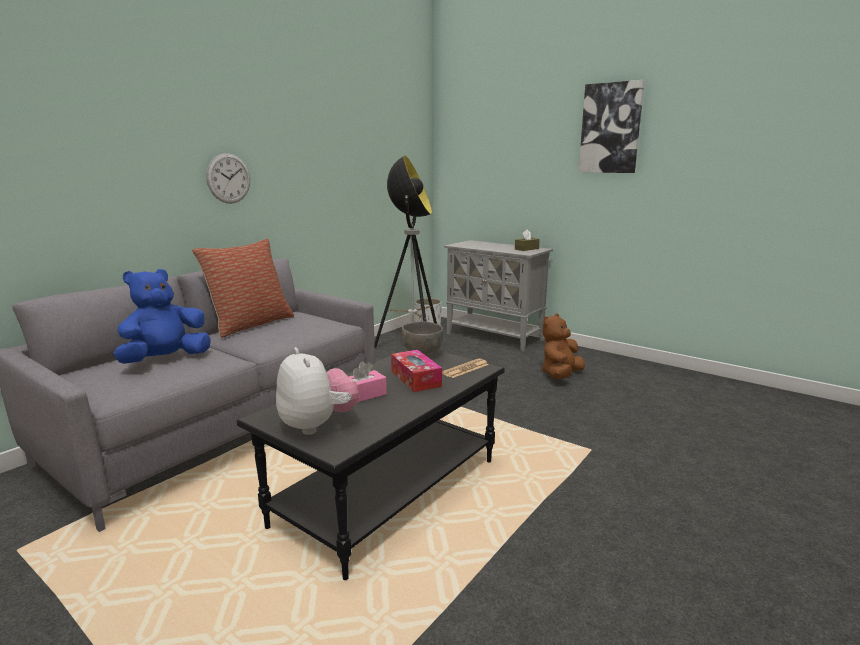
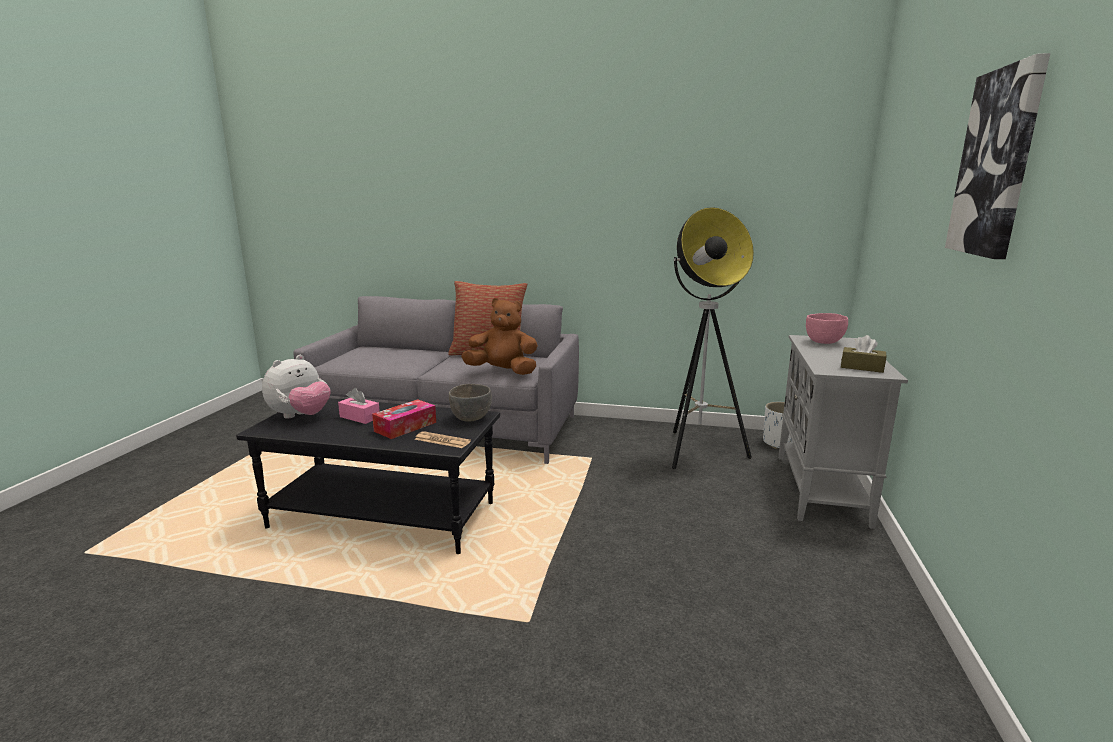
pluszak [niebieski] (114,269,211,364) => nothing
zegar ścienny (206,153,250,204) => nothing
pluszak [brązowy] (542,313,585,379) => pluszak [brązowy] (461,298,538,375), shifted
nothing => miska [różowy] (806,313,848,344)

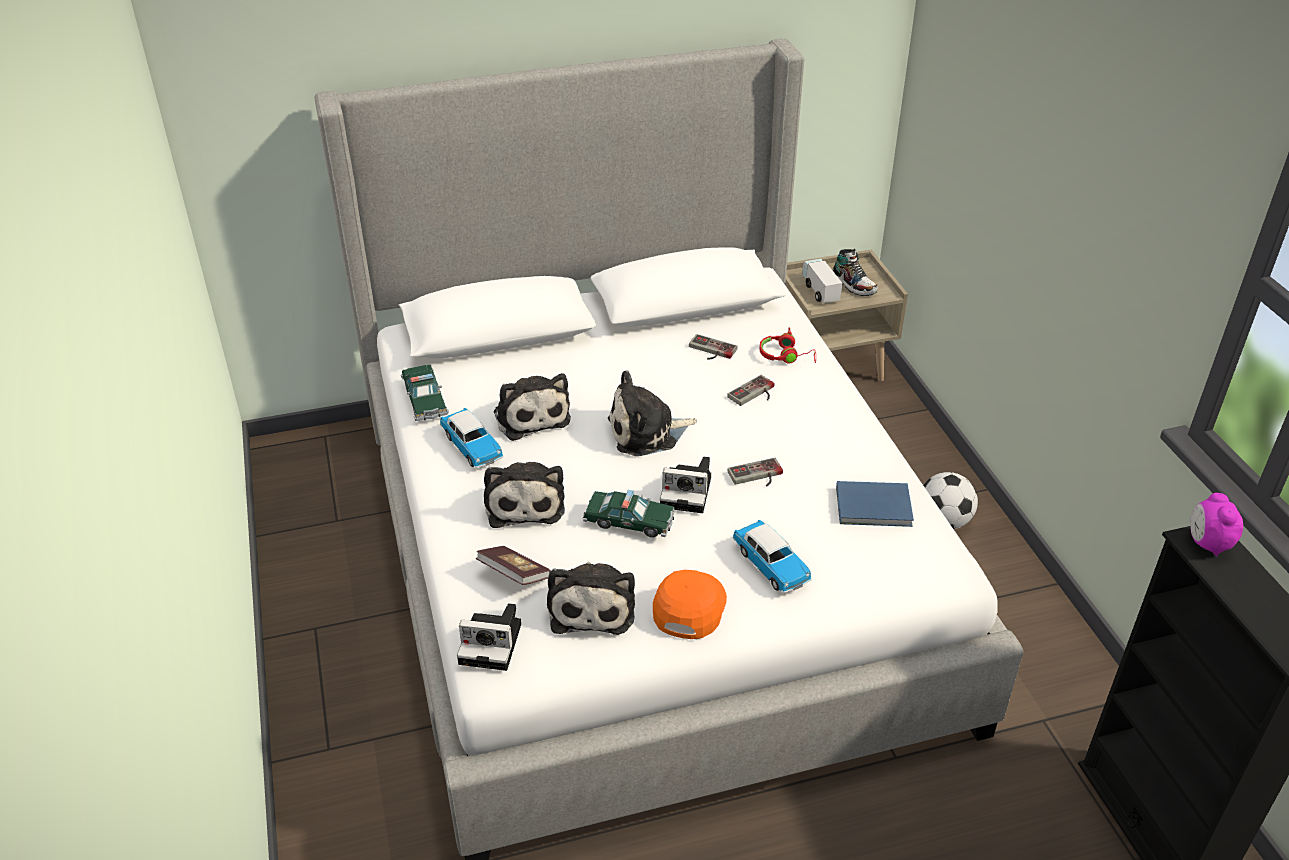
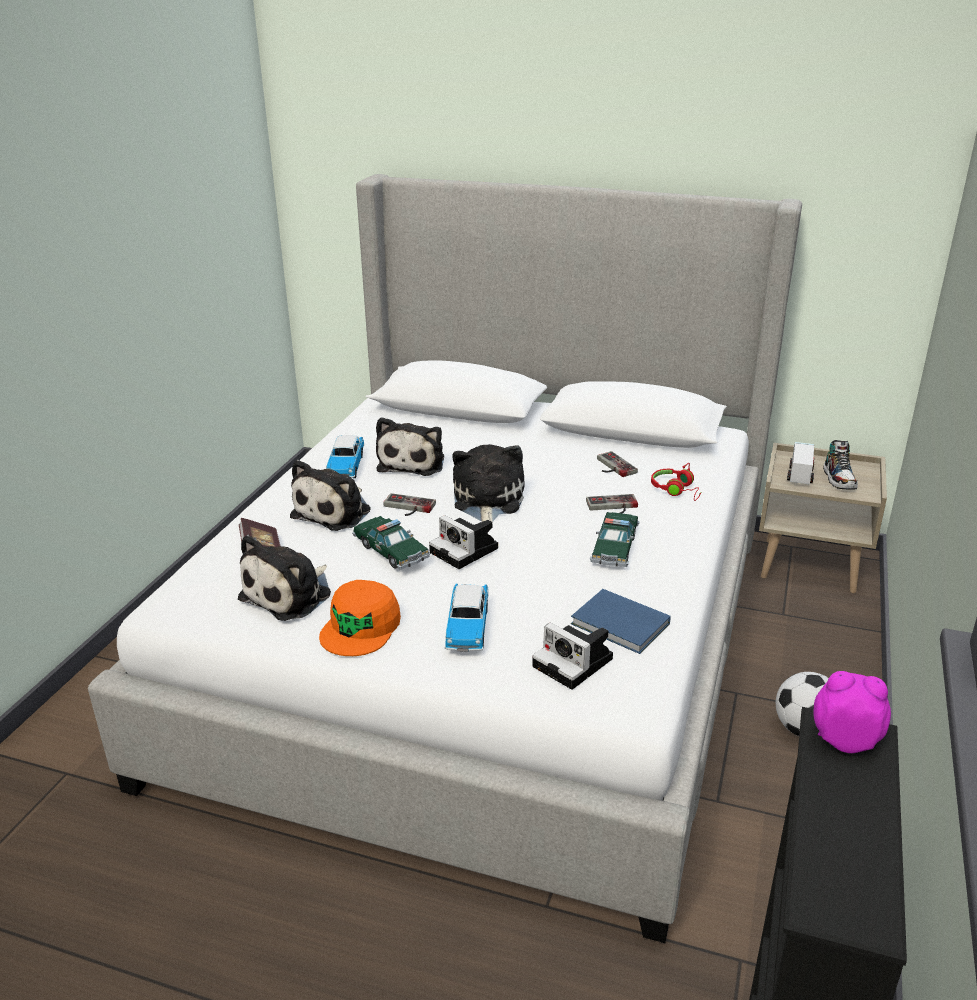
samochodzik (401,365,449,421) => samochodzik (590,512,639,567), shifted
aparat fotograficzny (457,603,521,671) => aparat fotograficzny (532,623,613,690), shifted
pluszak (608,370,697,456) => pluszak (452,444,525,522), 75 degrees clockwise
czapka z daszkiem [pomarańczowy] (653,570,727,639) => czapka z daszkiem [pomarańczowy] (319,580,401,656), 150 degrees clockwise
pad do gier (728,458,783,487) => pad do gier (383,493,436,516), shifted
budzik (1190,493,1243,556) => budzik (813,671,891,753), 75 degrees clockwise

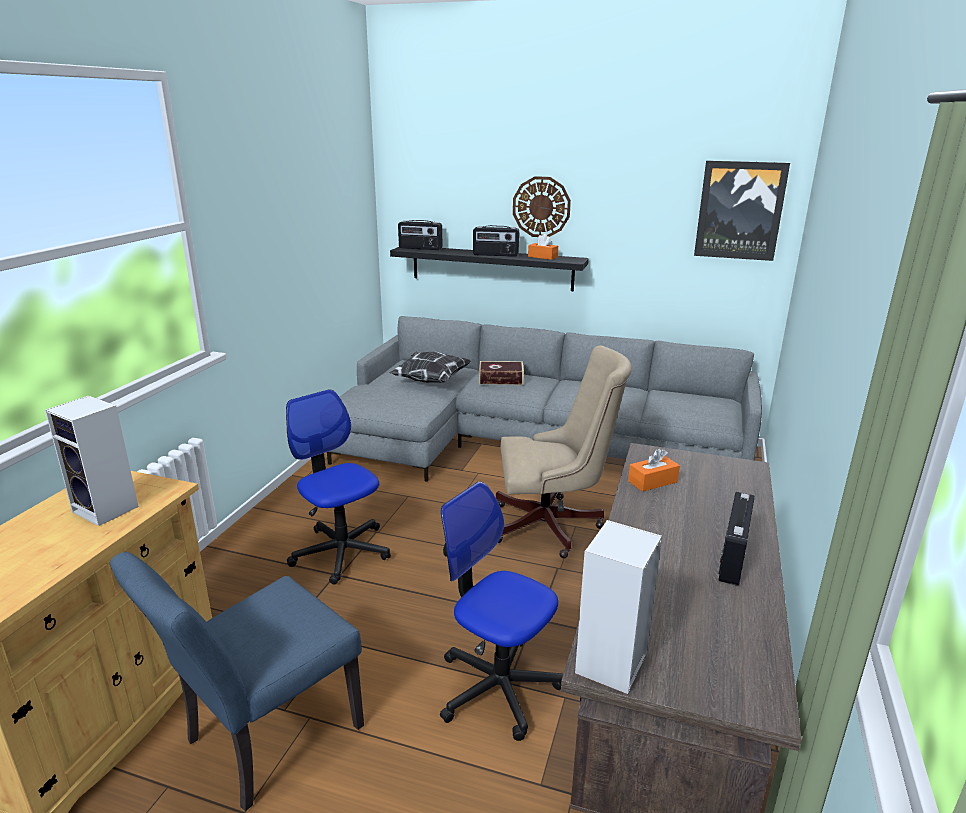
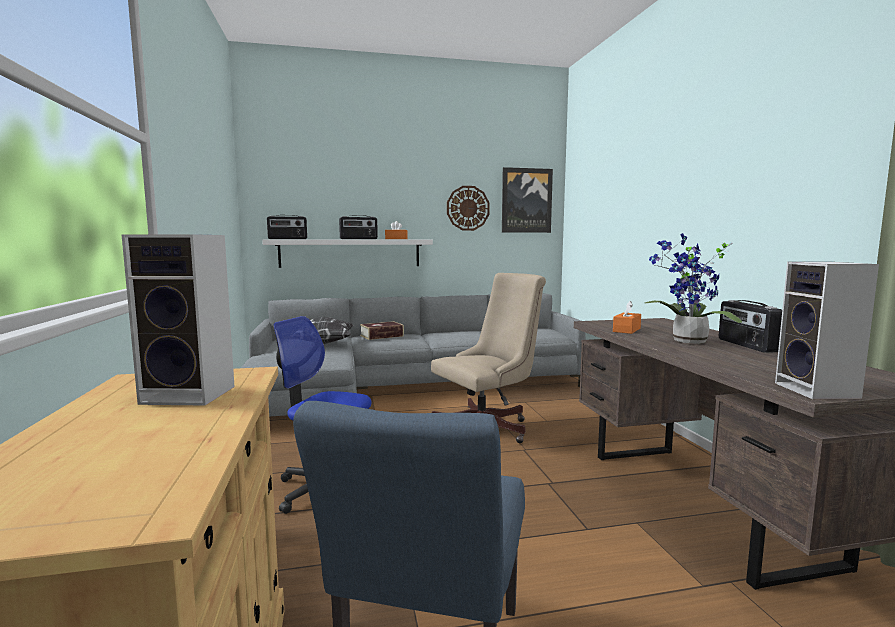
półka [czarny] (390,247,589,291) => półka [biały] (262,239,433,268)
krzesło biurowe (440,481,563,741) => nothing
zegar ścienny (513,176,571,237) => zegar ścienny (447,186,490,231), shifted
nothing => roślina doniczkowa (644,233,742,344)

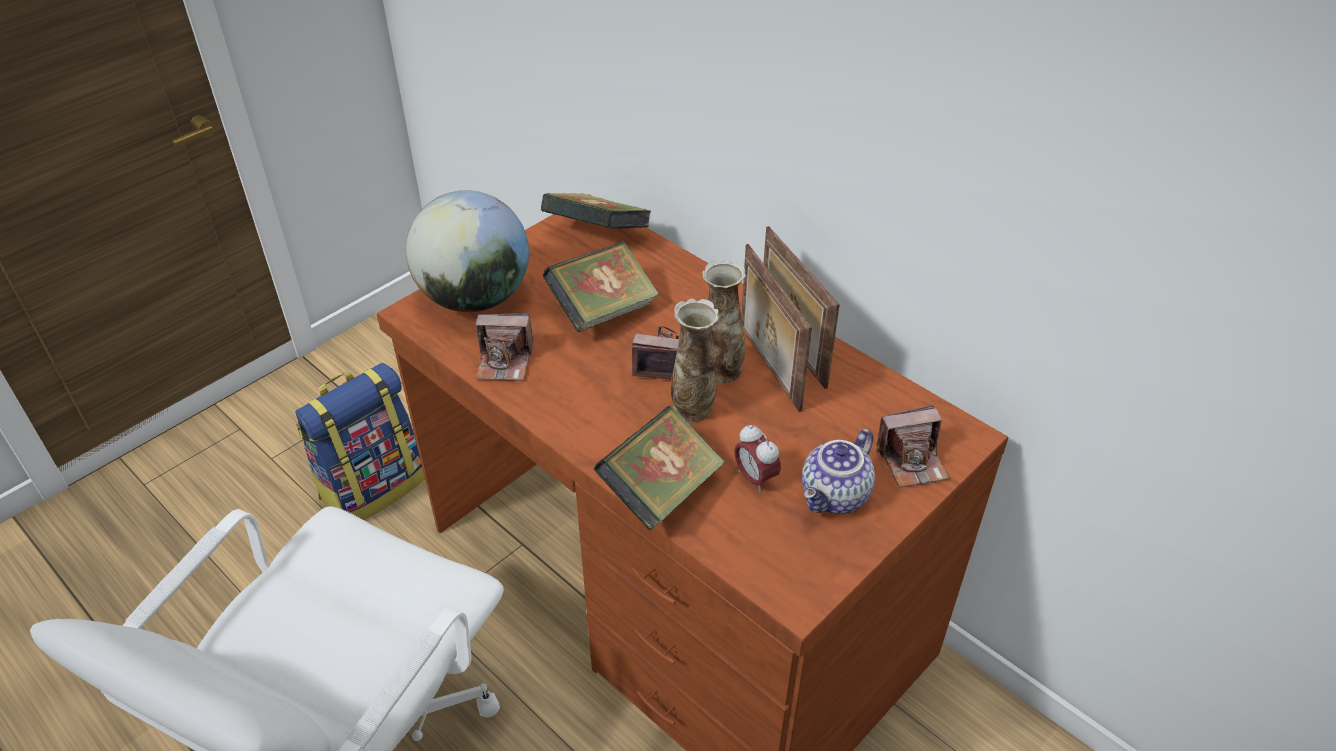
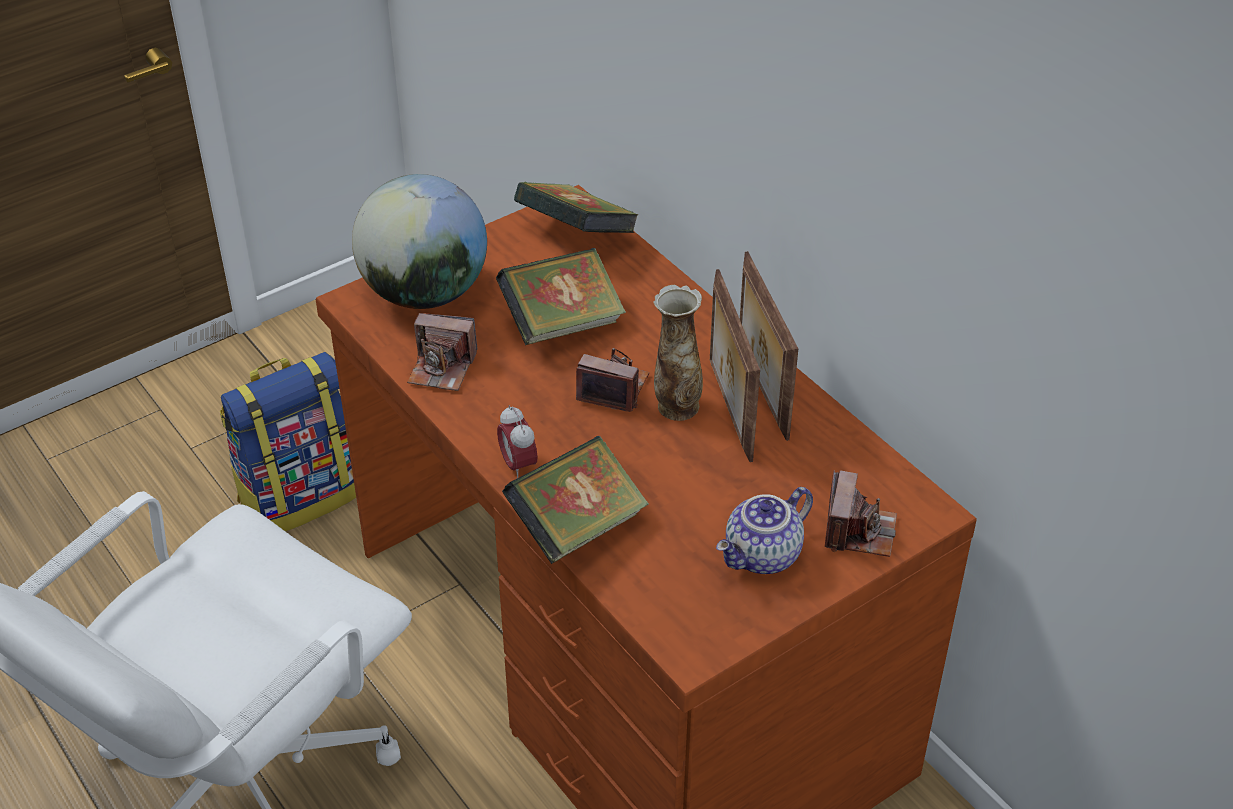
wazon (671,298,719,423) => nothing
budzik (734,424,781,493) => budzik (497,405,538,478), shifted
aparat fotograficzny (876,405,949,488) => aparat fotograficzny (825,470,897,557), 75 degrees counterclockwise

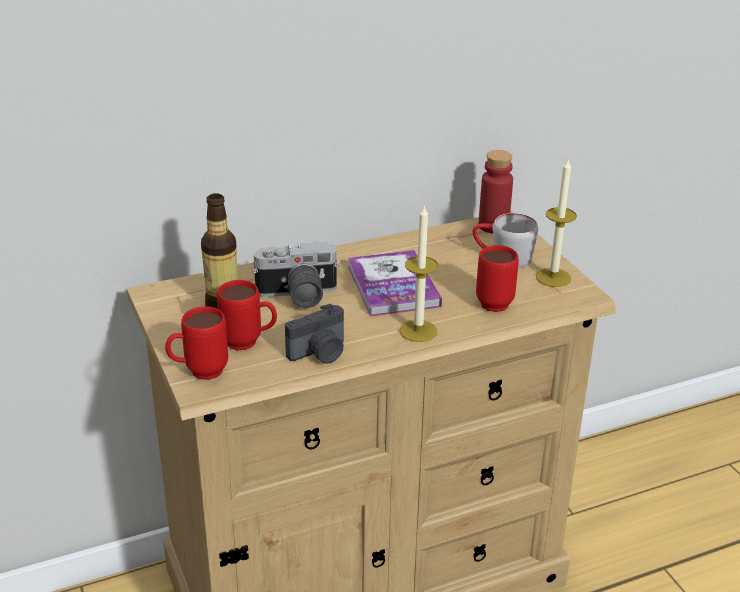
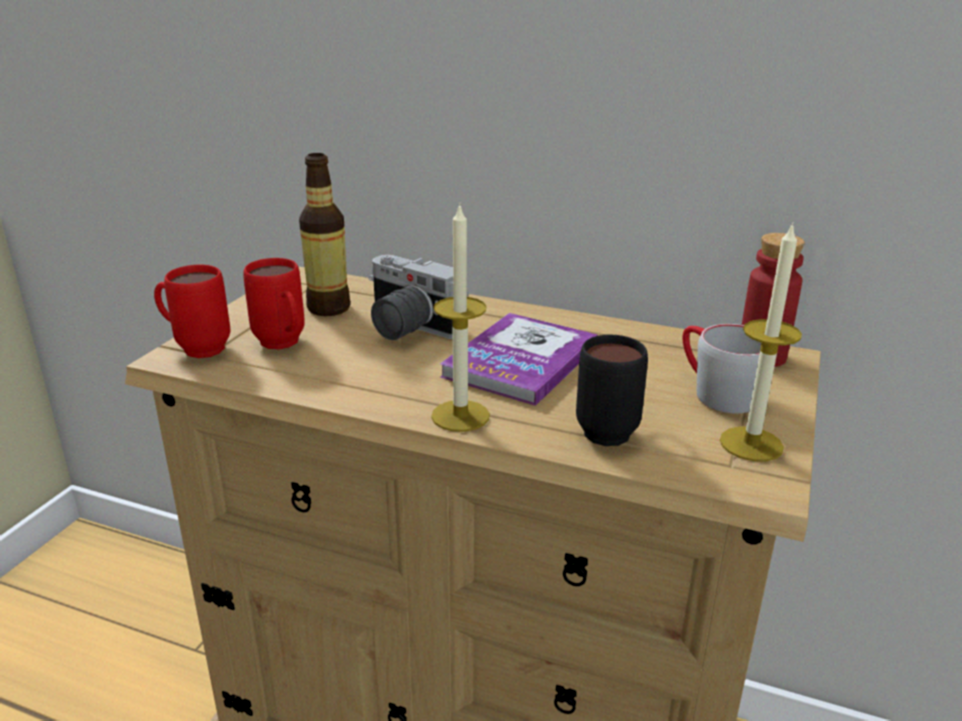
aparat fotograficzny (285,304,344,364) => nothing
kubek [czerwony] (476,245,519,312) => kubek [czarny] (576,335,648,446)

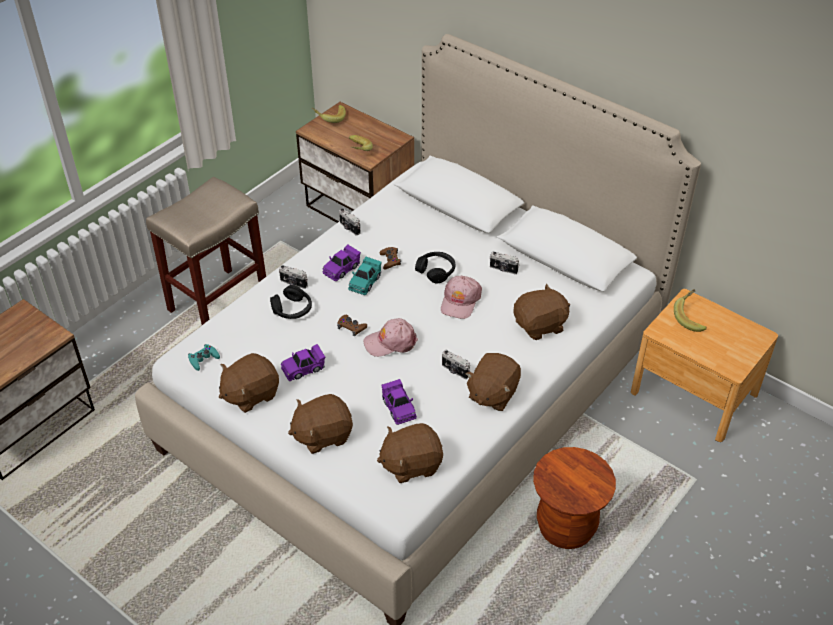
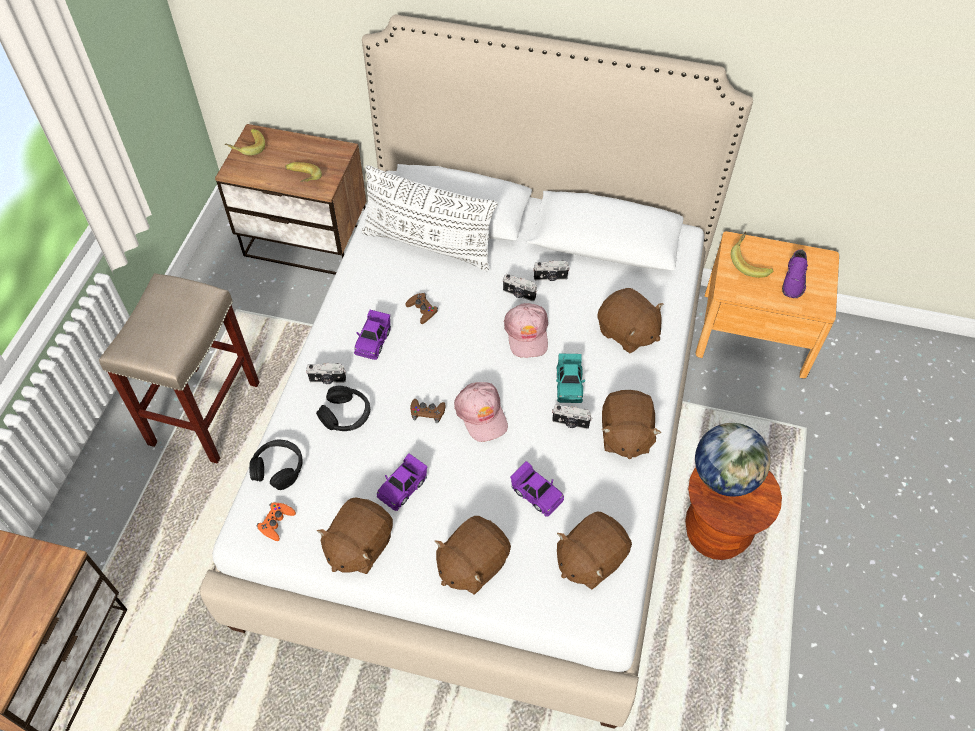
pad do gier [turkusowy] (188,344,220,371) => pad do gier [pomarańczowy] (257,502,296,541)
aparat fotograficzny (339,208,361,236) => aparat fotograficzny (503,274,537,301), shifted
samochodzik [turkusowy] (348,257,382,295) => samochodzik [turkusowy] (556,354,585,403), shifted
czapka z daszkiem [różowy] (364,318,418,357) => czapka z daszkiem [różowy] (454,382,508,442), 75 degrees counterclockwise
słuchawki [czarny] (415,252,455,284) => słuchawki [czarny] (249,440,303,490), shifted
pluszak [brązowy] (513,283,570,340) => pluszak [brązowy] (597,288,664,353), 90 degrees clockwise
nothing => poduszka [biały] (362,165,498,271)
nothing => globus (695,423,771,496)
nothing => but [fioletowy] (782,249,808,298)

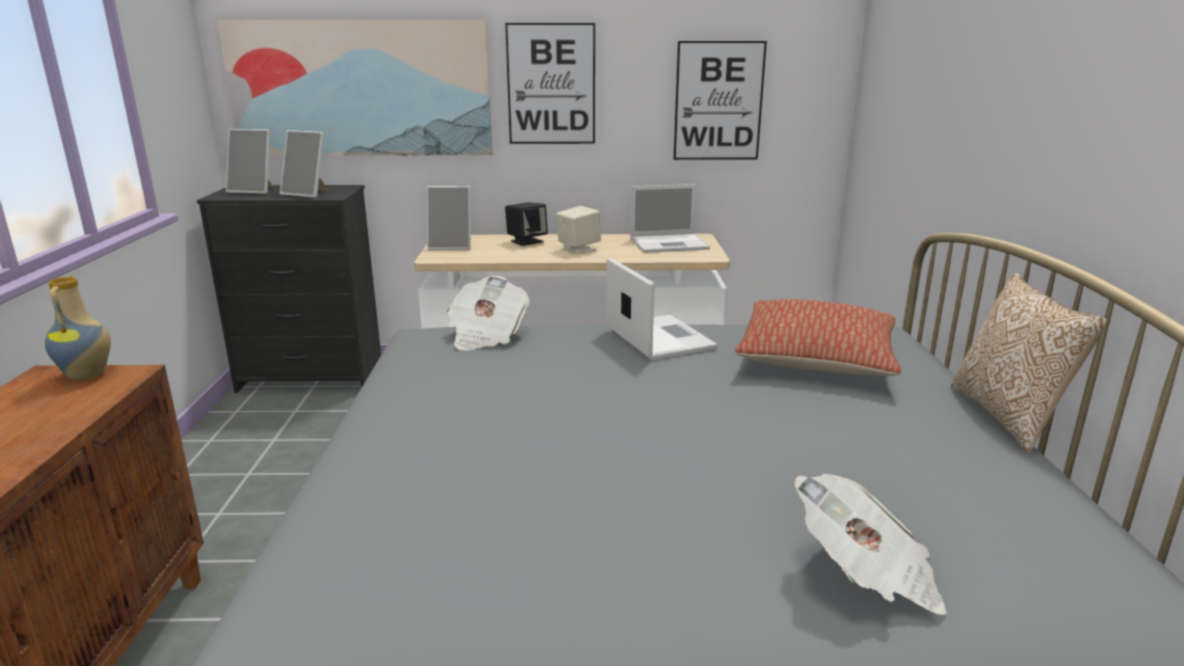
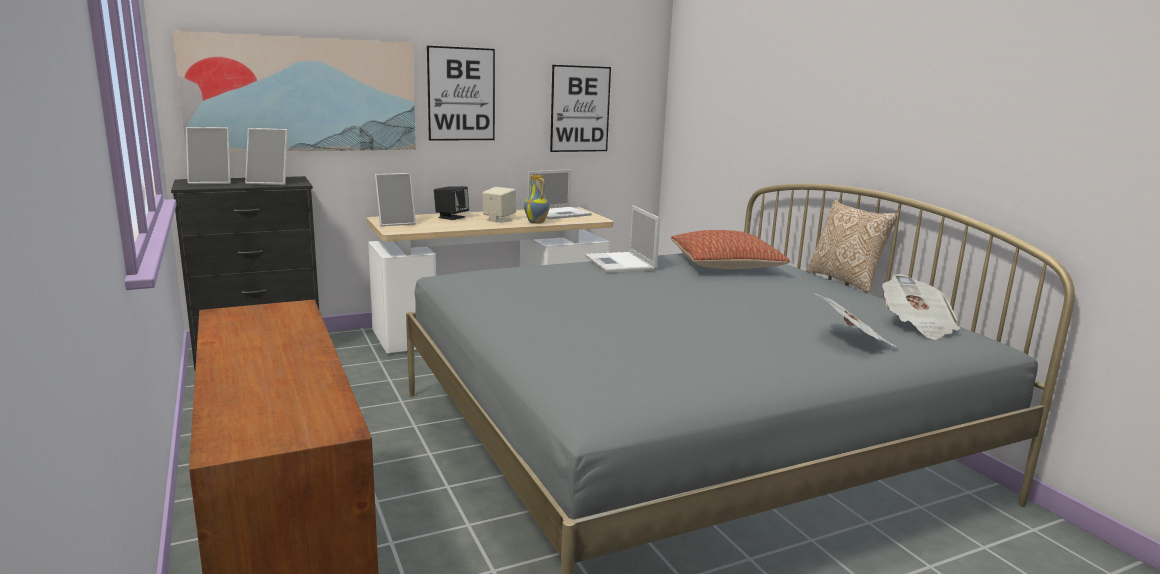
wazon (45,276,111,380) => wazon (524,175,550,224), shifted
gazeta (447,275,530,350) => gazeta (882,274,960,340), shifted
laptop (606,257,718,360) => laptop (585,205,660,273), 150 degrees counterclockwise

